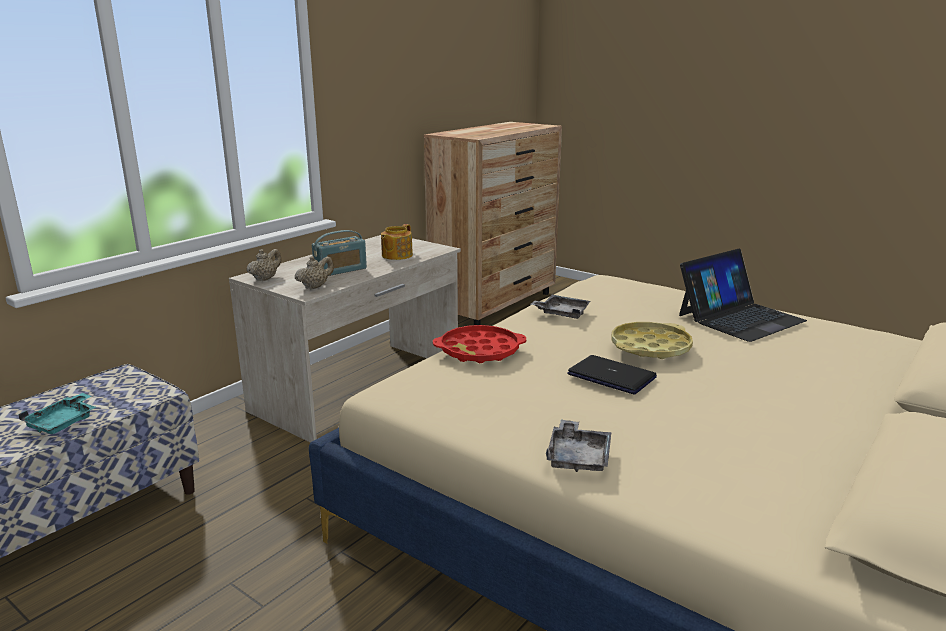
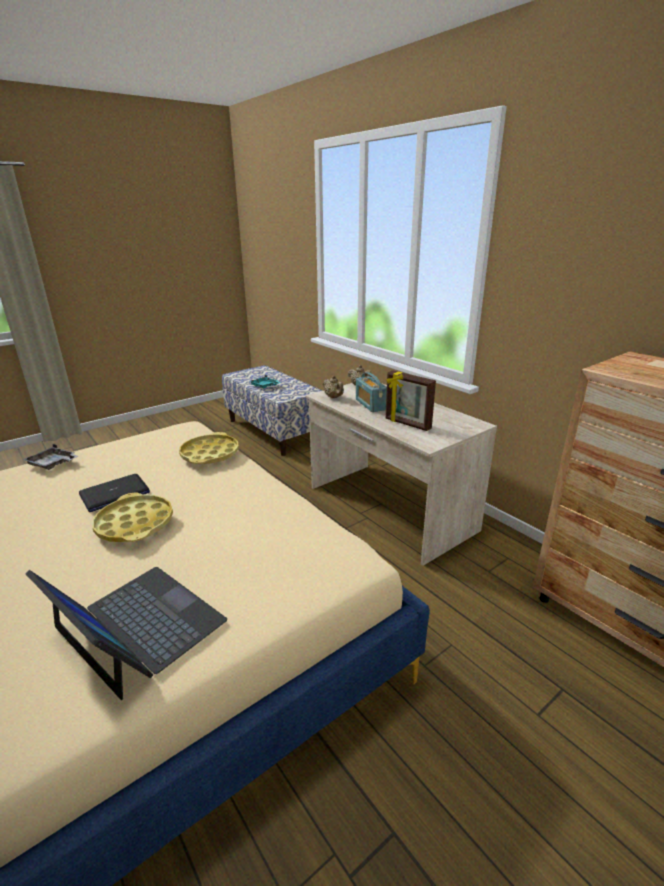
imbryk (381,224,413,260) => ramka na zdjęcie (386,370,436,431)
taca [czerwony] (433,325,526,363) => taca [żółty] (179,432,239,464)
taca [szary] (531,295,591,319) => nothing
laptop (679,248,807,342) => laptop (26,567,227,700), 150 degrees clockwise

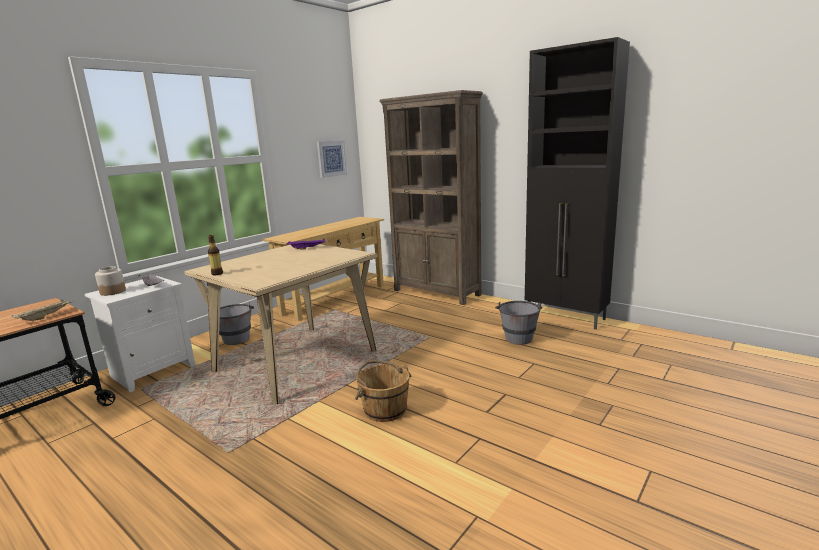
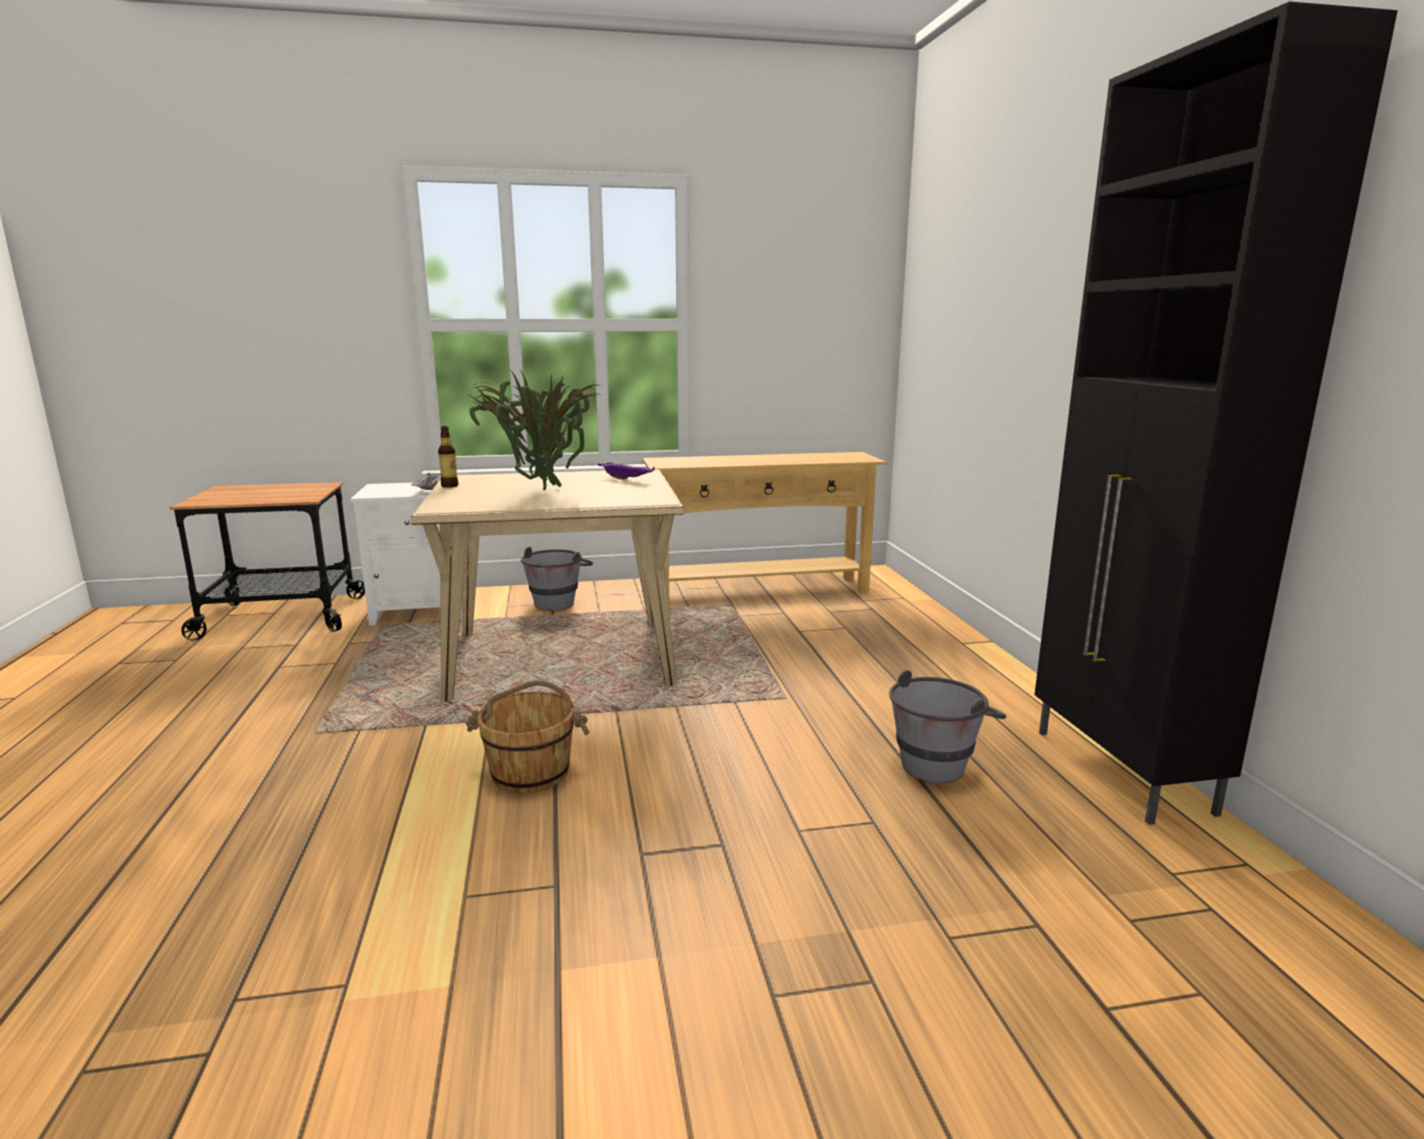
taca [beżowy] (12,299,73,321) => nothing
słoik (95,266,126,296) => nothing
obraz (317,140,347,178) => nothing
regał [brązowy] (379,90,483,305) => nothing
nothing => roślina doniczkowa (469,369,602,490)

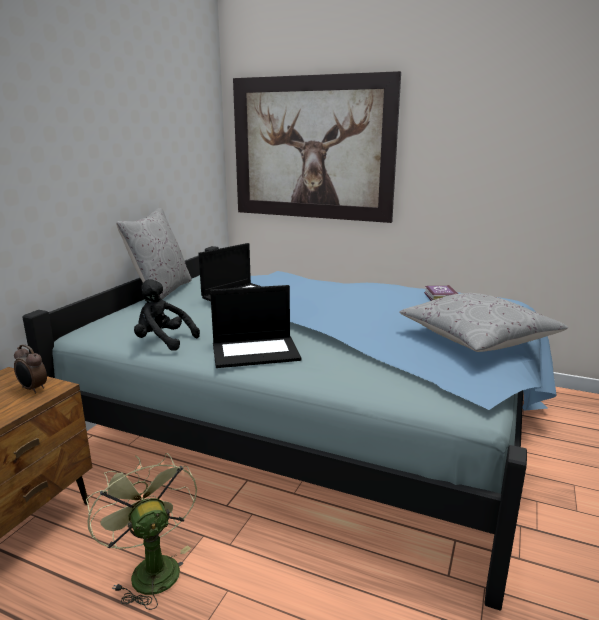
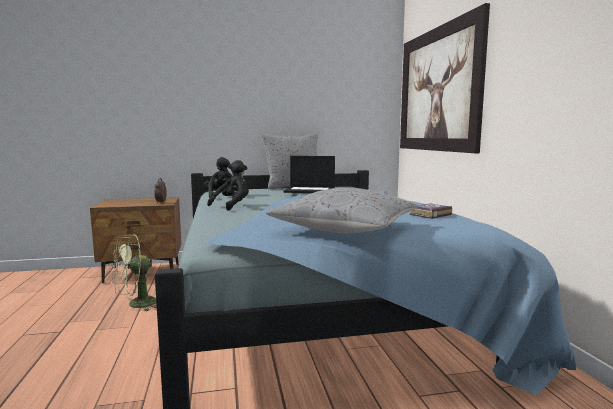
wentylator [zielony] (86,453,197,610) => wentylator [zielony] (112,235,157,312), 150 degrees counterclockwise
laptop (210,285,301,368) => pluszak [czarny] (207,160,249,211)

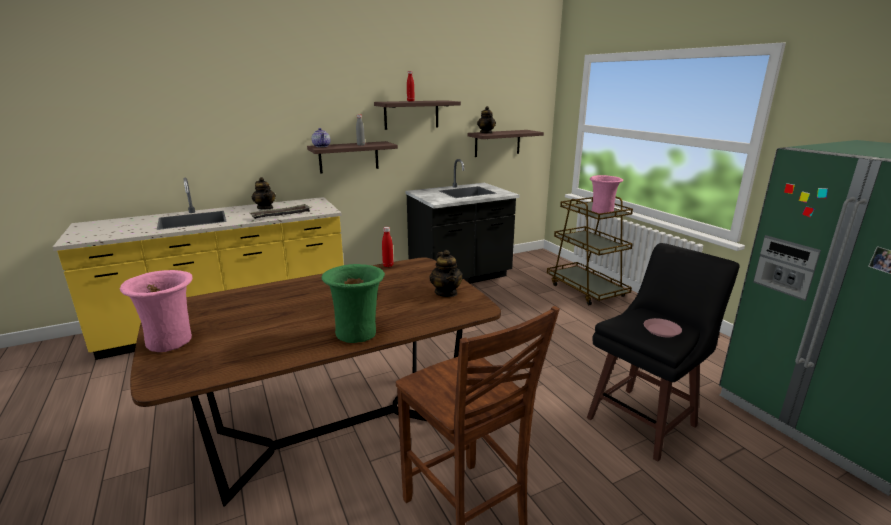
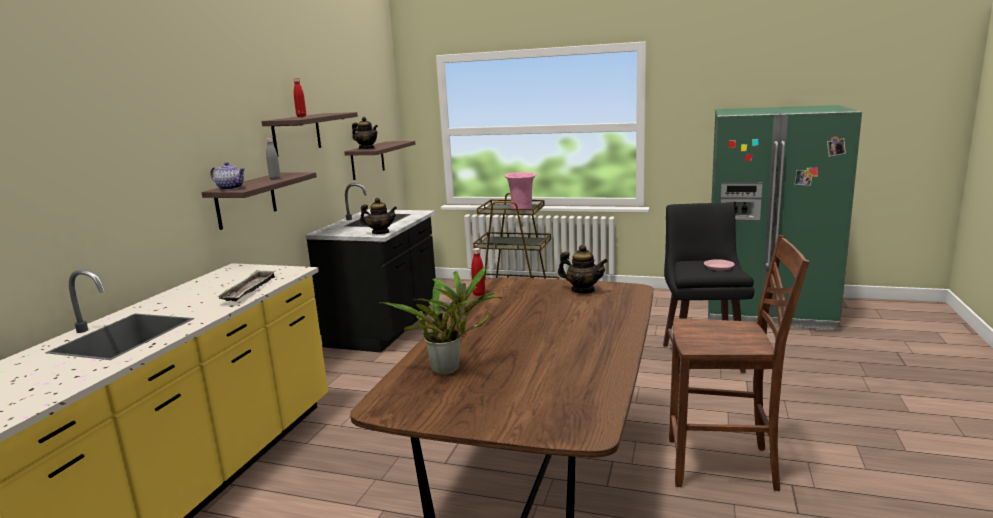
wazon [różowy] (120,270,192,352) => nothing
imbryk (252,177,276,210) => imbryk (360,198,397,234), shifted
wazon [zielony] (322,264,385,343) => nothing
nothing => roślina doniczkowa (383,268,502,375)

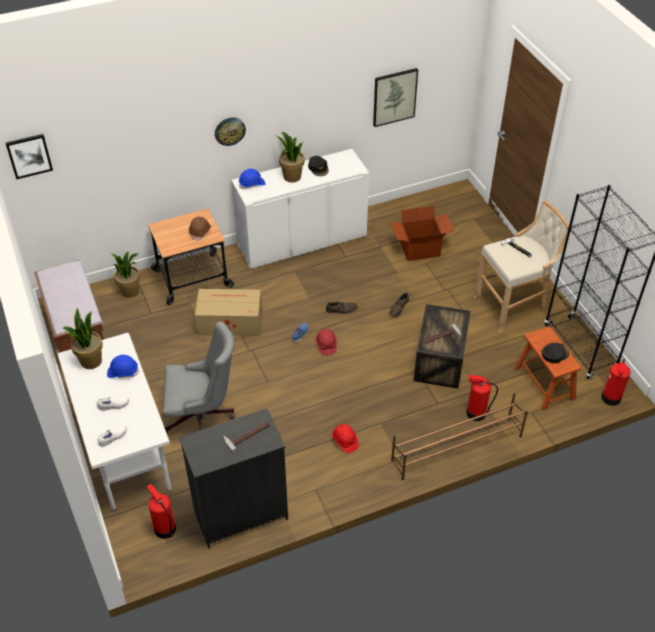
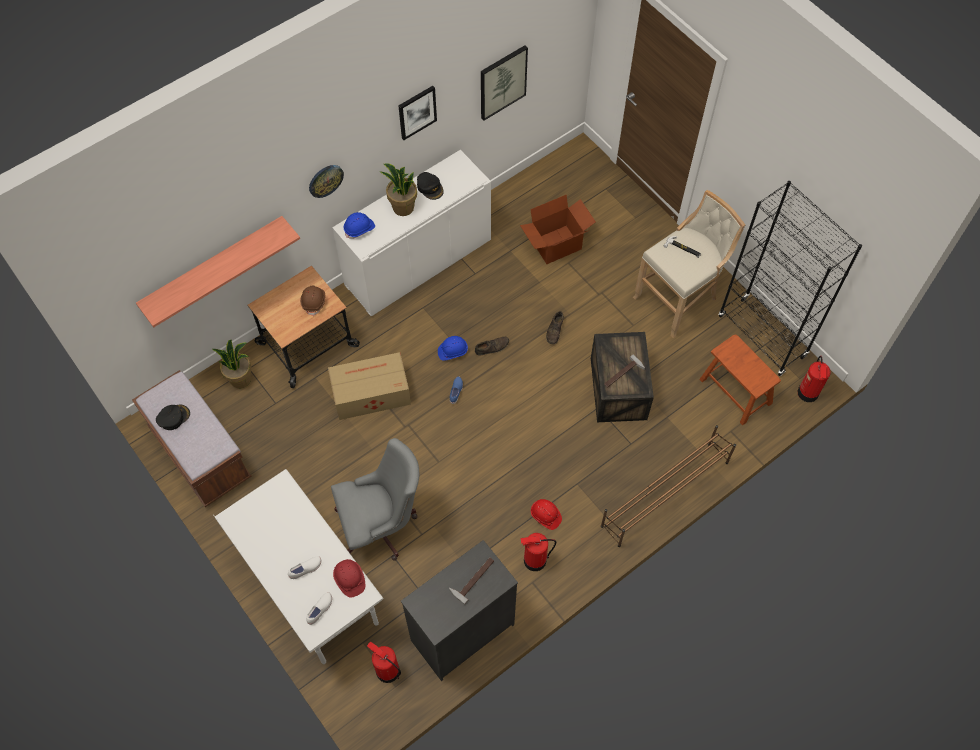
obraz (6,134,53,179) => obraz (398,86,437,140), shifted
roślina doniczkowa (63,308,103,369) => nothing
kask [niebieski] (107,355,139,378) => kask [niebieski] (438,336,468,360), shifted
kask [czerwony] (316,329,337,356) => kask [czerwony] (333,559,365,597), shifted
gaśnica (466,375,498,421) => gaśnica (521,533,556,571), shifted
czapka z daszkiem [czarny] (542,343,569,363) => czapka z daszkiem [czarny] (156,405,190,430), shifted
nothing => półka (136,216,300,328)

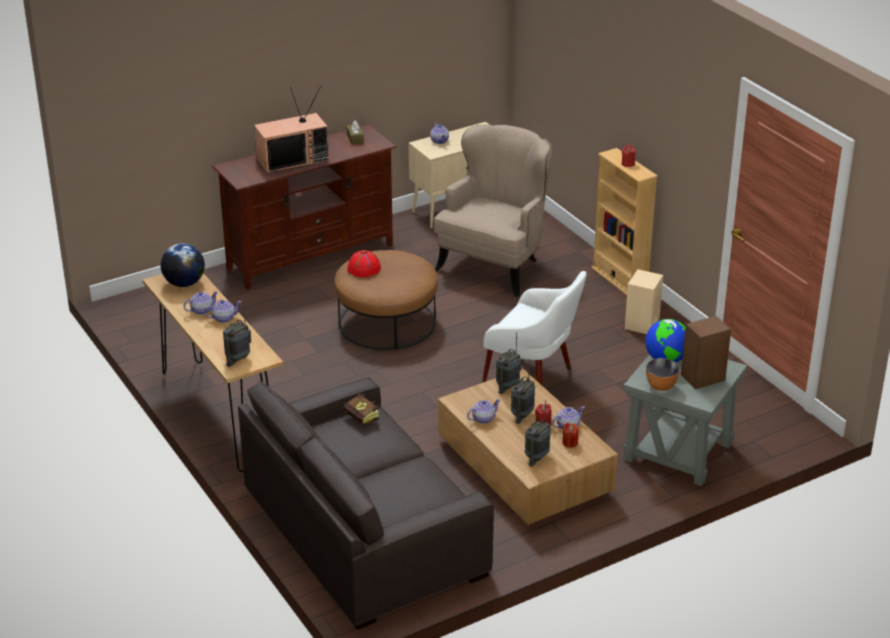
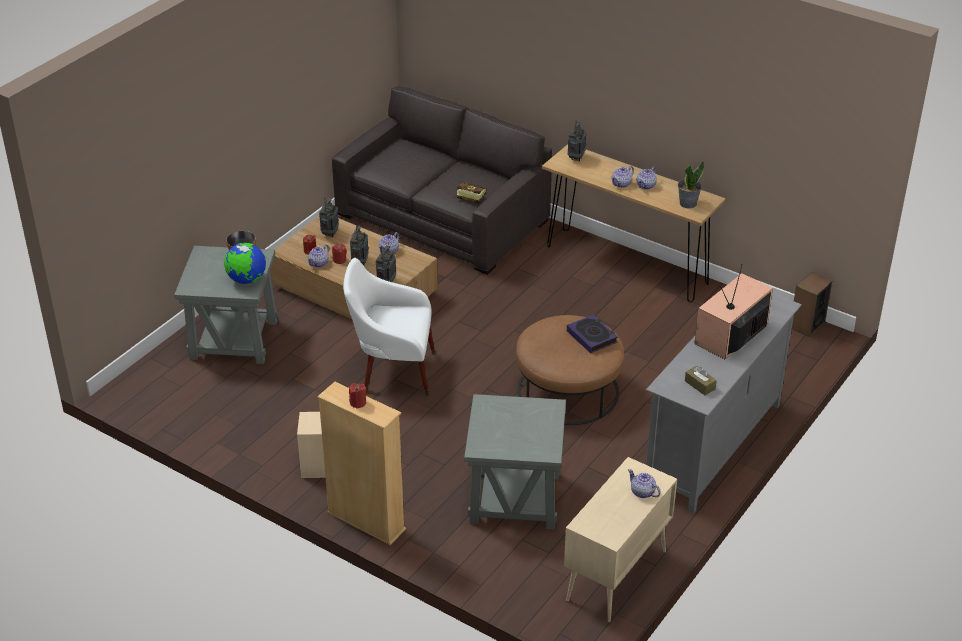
globus (161,243,205,287) => roślina doniczkowa (678,161,704,208)
szafka pod telewizor [brązowy] (212,125,397,290) => szafka pod telewizor [szary] (646,293,802,513)
kapelusz [czerwony] (347,250,381,277) => książka (567,315,618,353)
fotel [beżowy] (434,125,553,297) => stolik [szary] (464,394,566,530)
głośnik (681,316,731,389) => głośnik (792,272,832,337), shifted

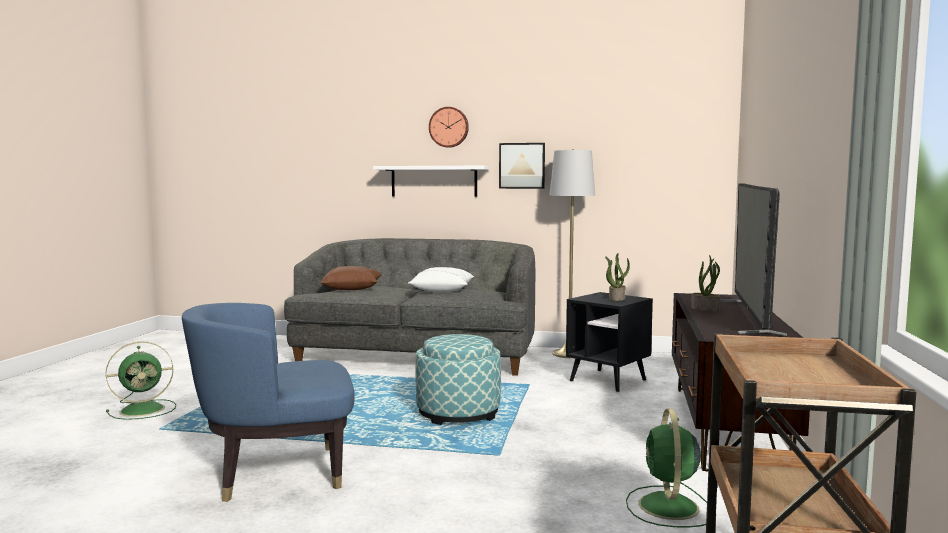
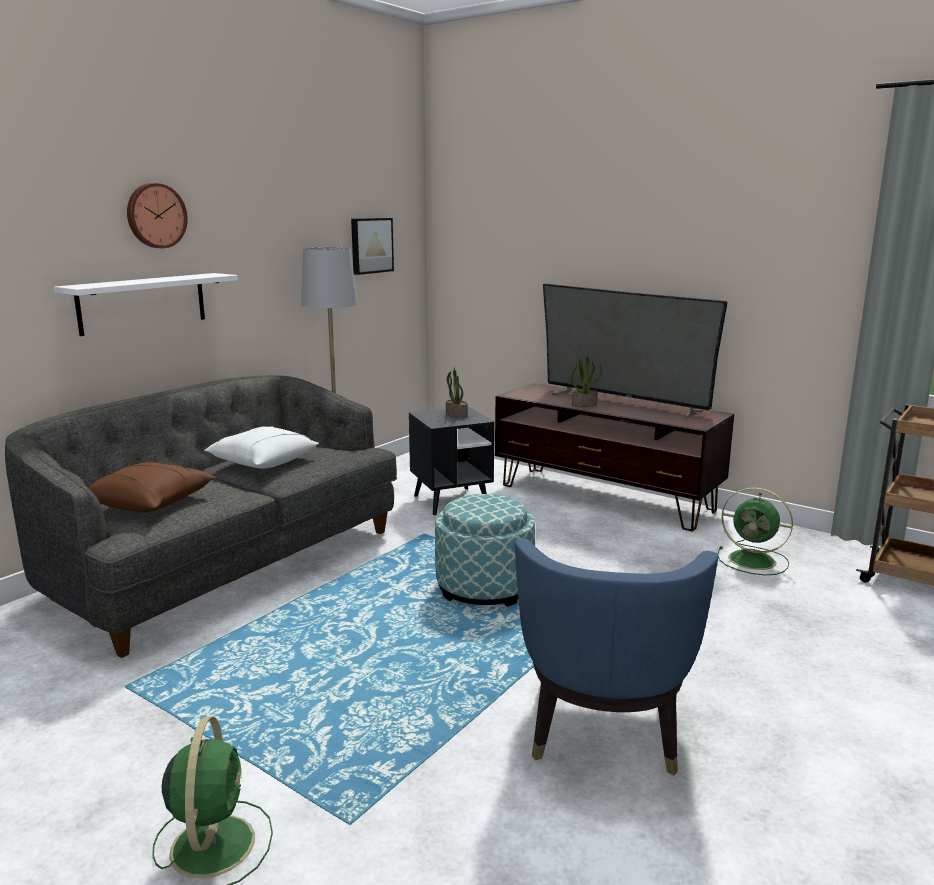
obraz (499,143,545,189) => obraz (351,218,394,275), shifted

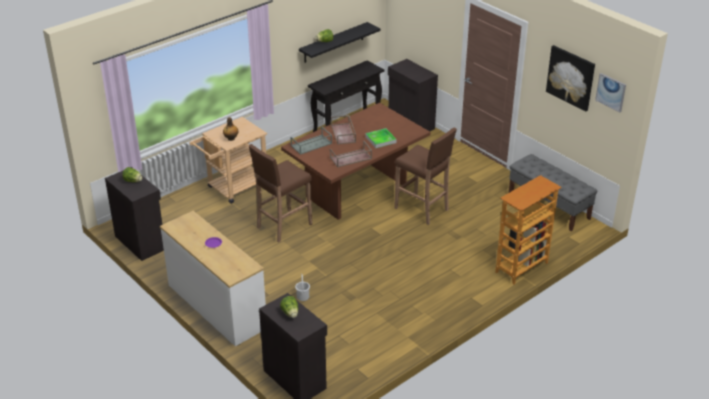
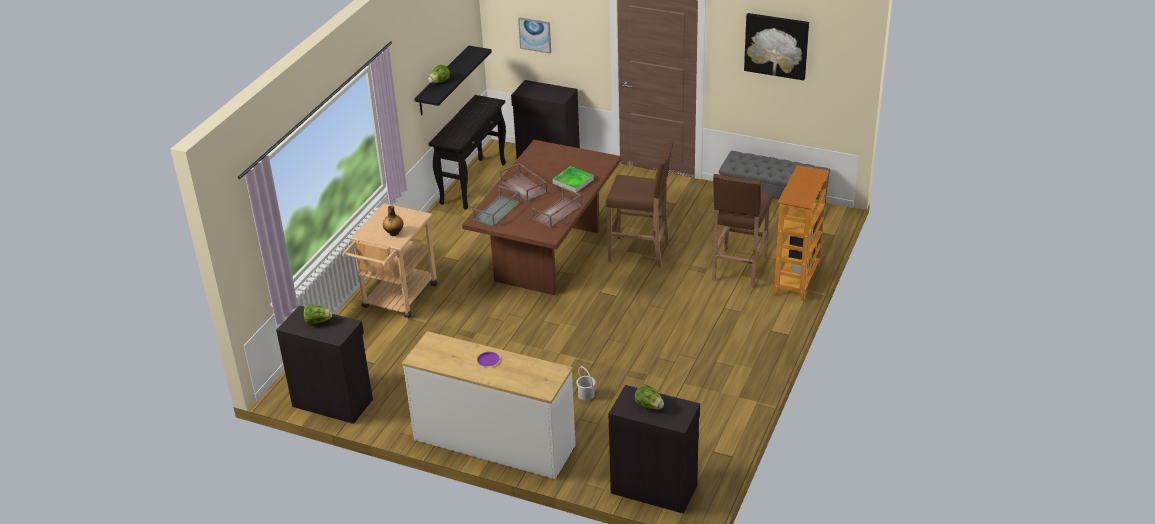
stołek [brązowy] (248,144,312,243) => stołek [brązowy] (712,174,772,288), shifted
obraz (595,73,626,112) => obraz (518,17,551,54), shifted

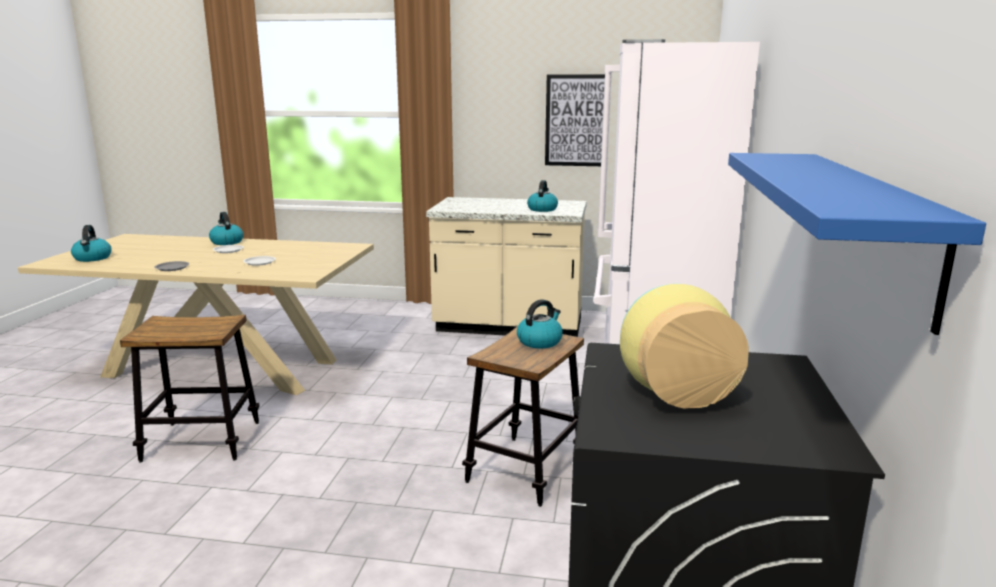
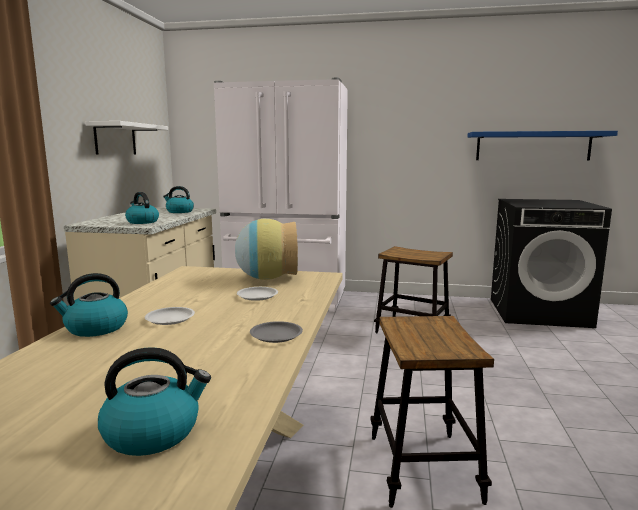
czajnik (517,299,563,348) => czajnik (125,192,159,224), shifted
obraz (545,74,605,166) => półka [biały] (85,121,168,155)
wazon (620,284,749,408) => wazon (235,219,298,280), shifted

